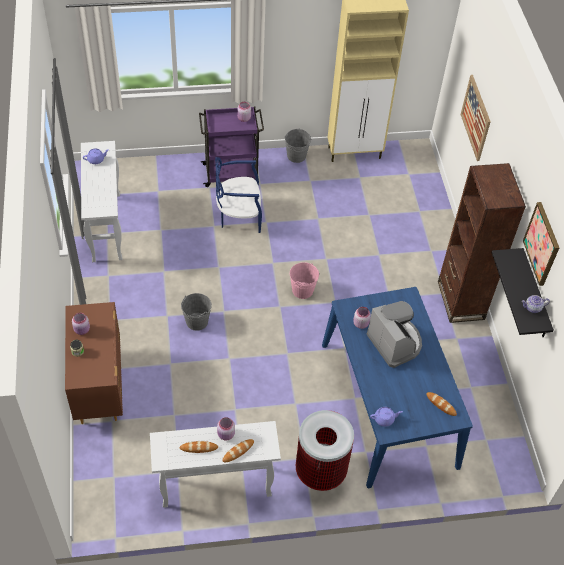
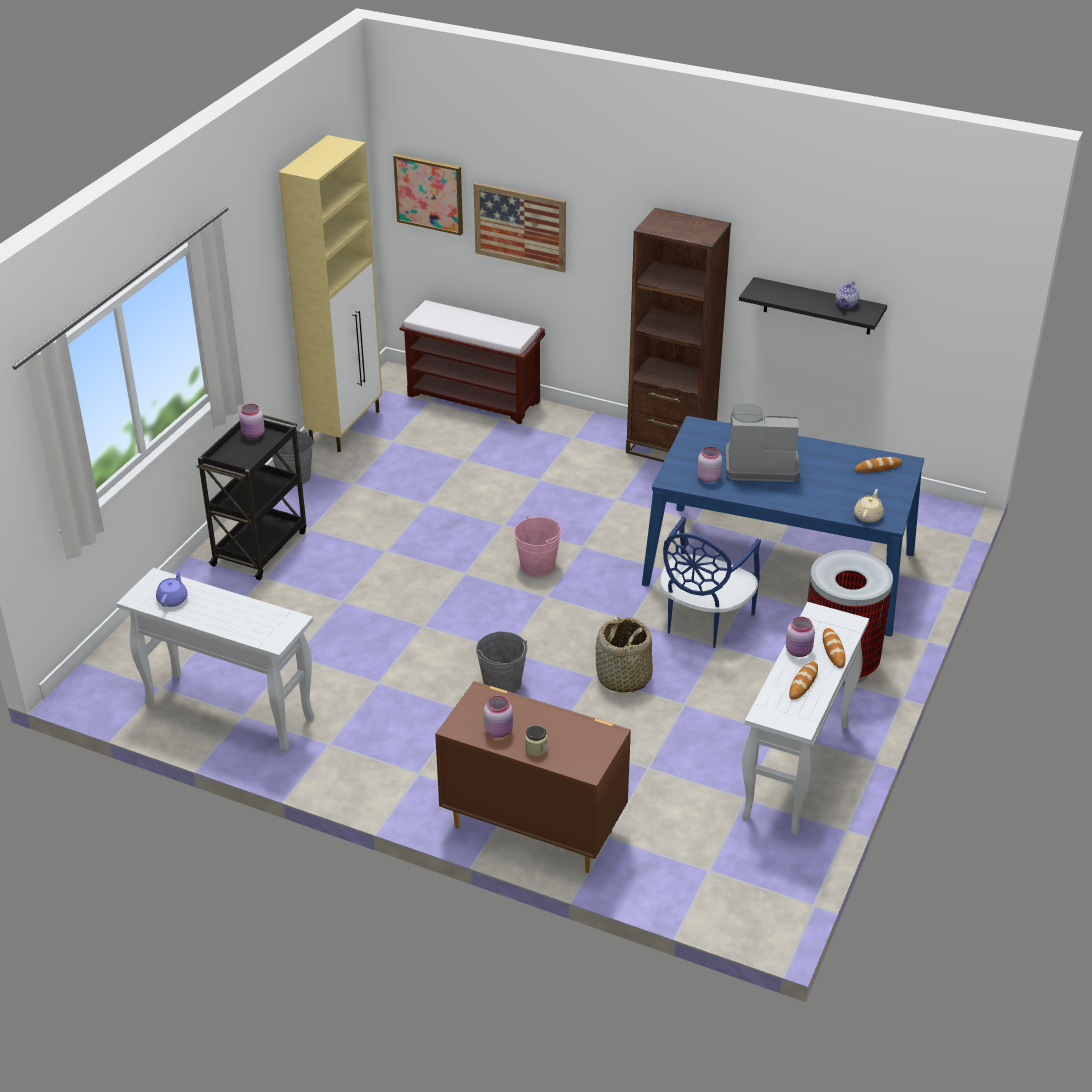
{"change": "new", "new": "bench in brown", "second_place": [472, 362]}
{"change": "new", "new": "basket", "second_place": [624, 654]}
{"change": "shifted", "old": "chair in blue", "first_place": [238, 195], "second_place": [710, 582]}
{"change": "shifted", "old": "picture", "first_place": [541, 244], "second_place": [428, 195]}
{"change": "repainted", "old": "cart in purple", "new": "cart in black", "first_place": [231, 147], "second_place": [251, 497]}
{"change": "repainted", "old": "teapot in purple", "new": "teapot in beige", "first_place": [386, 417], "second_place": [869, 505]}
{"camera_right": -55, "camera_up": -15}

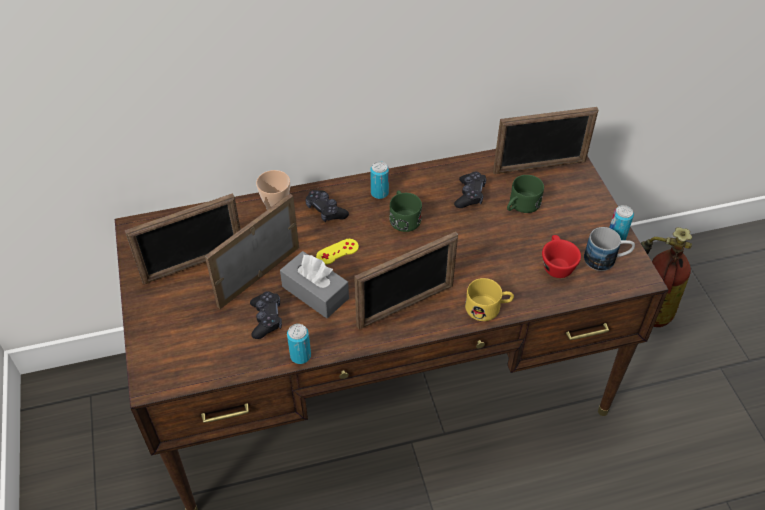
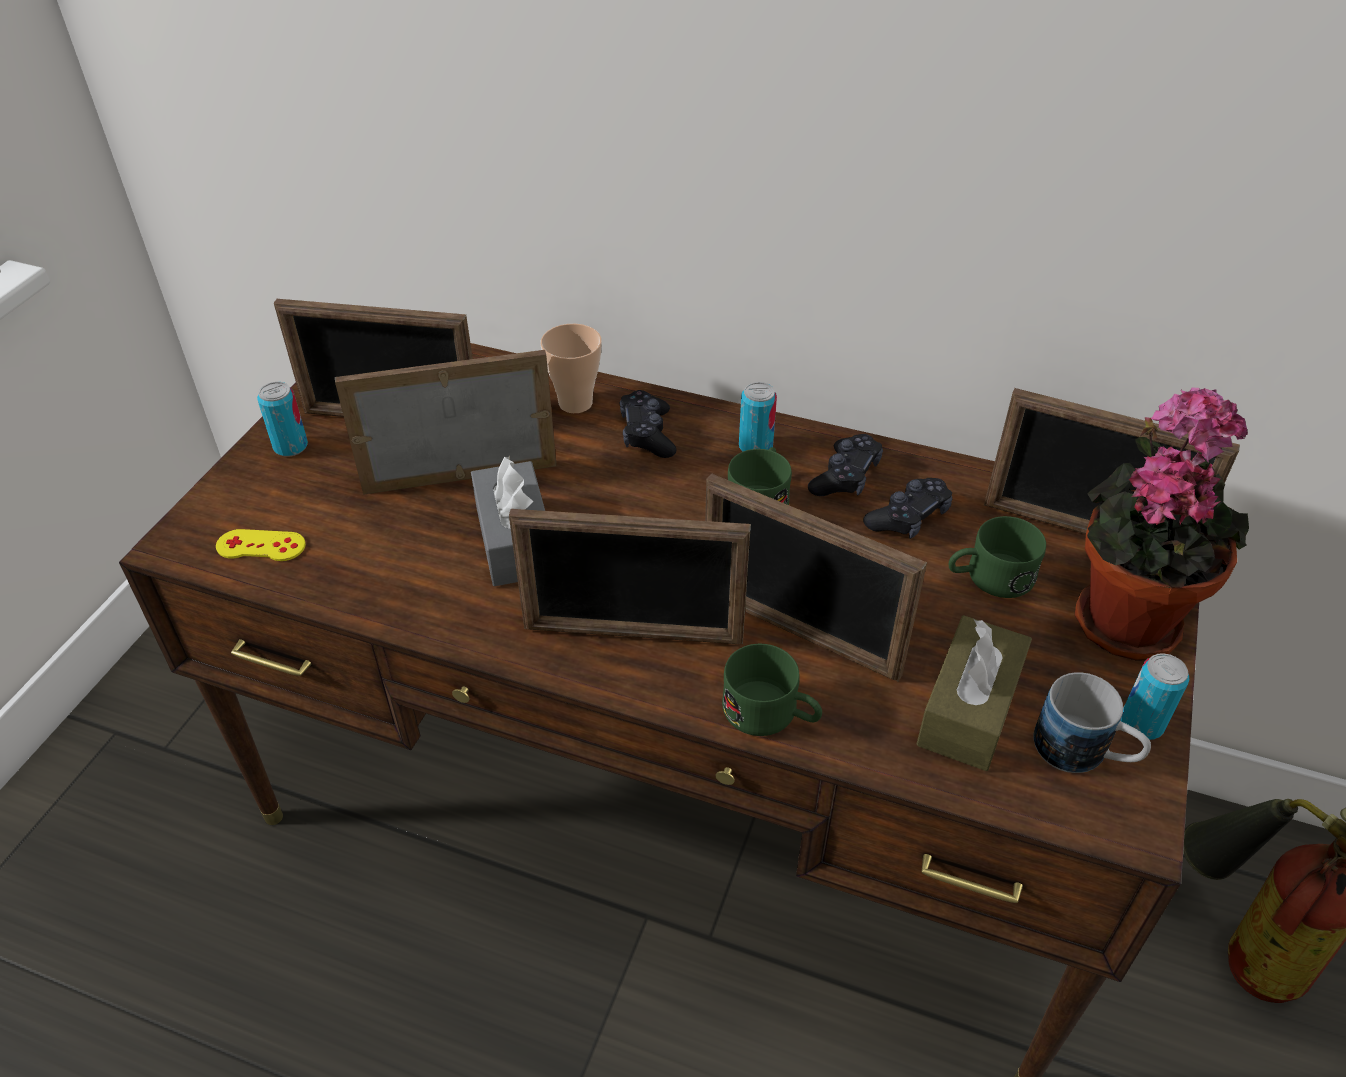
{"change": "new", "new": "picture frame", "second_place": [816, 577]}
{"change": "new", "new": "potted plant", "second_place": [1162, 524]}
{"change": "shifted", "old": "game controller in black", "first_place": [266, 315], "second_place": [845, 465]}
{"change": "shifted", "old": "can", "first_place": [299, 344], "second_place": [282, 419]}
{"change": "shifted", "old": "game controller in yellow", "first_place": [337, 252], "second_place": [261, 545]}
{"change": "swapped", "old": "cup in red", "new": "tissue box in brown", "first_place": [561, 256], "second_place": [974, 693]}
{"change": "repainted", "old": "mug in yellow", "new": "mug in green", "first_place": [489, 299], "second_place": [772, 690]}
{"camera_right": 35, "camera_up": -5}

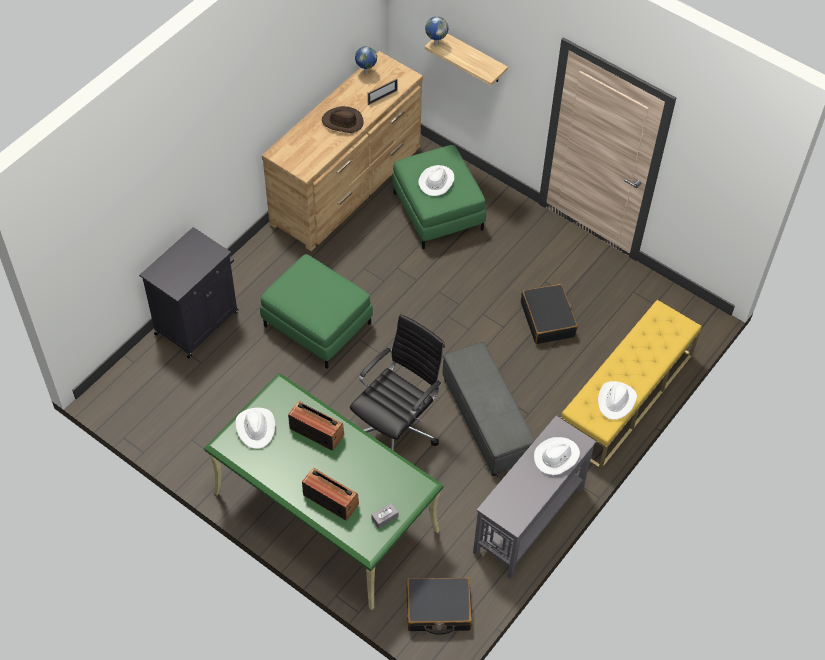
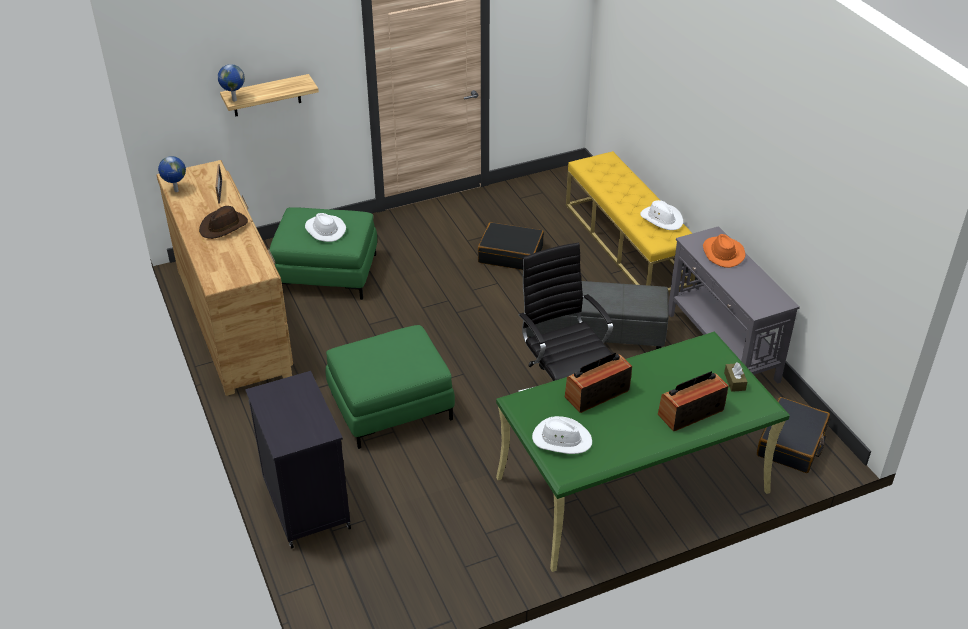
{"change": "repainted", "old": "tissue box in grey", "new": "tissue box in brown", "first_place": [385, 516], "second_place": [735, 377]}
{"change": "repainted", "old": "hat in white", "new": "hat in orange", "first_place": [557, 456], "second_place": [724, 251]}
{"camera_right": -60, "camera_up": -15}

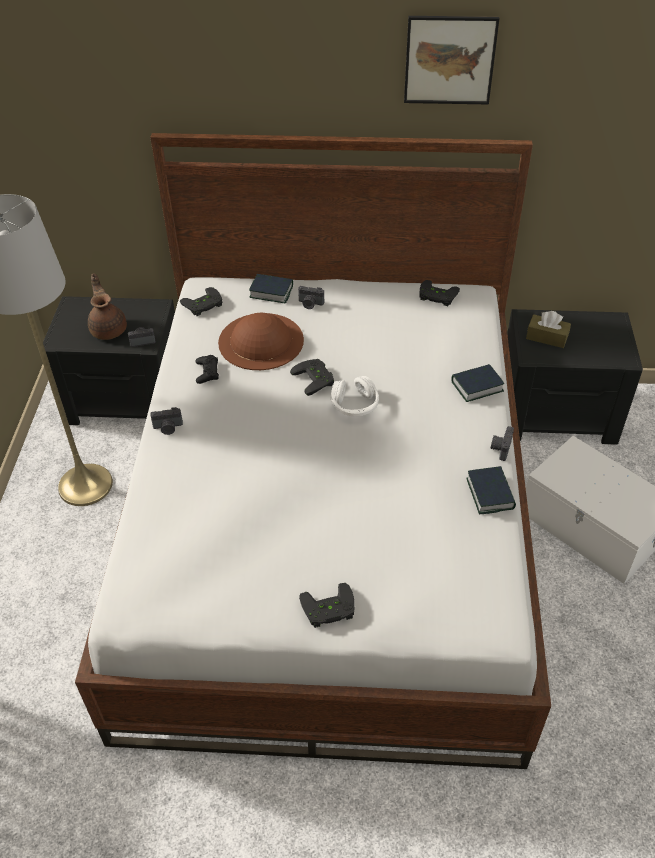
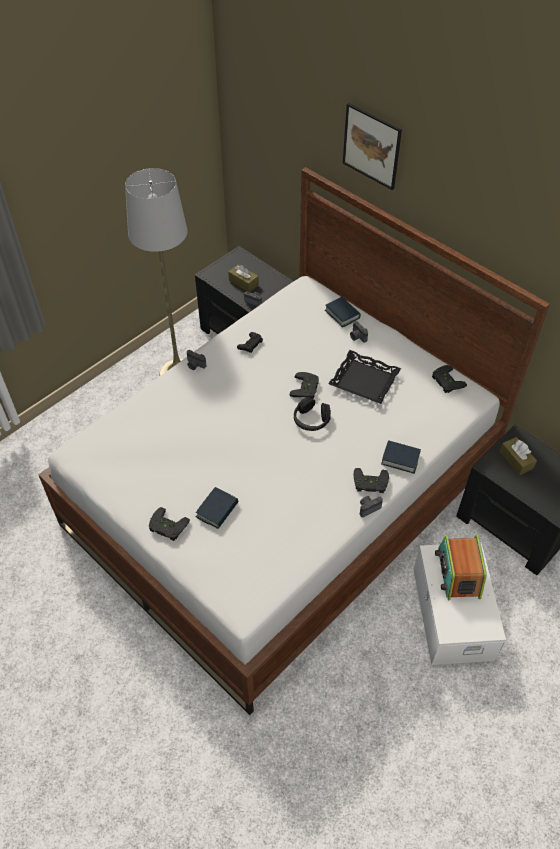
{"change": "gone", "old": "hat in brown", "first_place": [261, 341]}
{"change": "new", "new": "tray in black", "second_place": [364, 377]}
{"change": "new", "new": "radio", "second_place": [461, 567]}
{"change": "shifted", "old": "game controller in black", "first_place": [201, 301], "second_place": [371, 480]}
{"change": "shifted", "old": "picture", "first_place": [452, 60], "second_place": [372, 146]}
{"change": "shifted", "old": "book", "first_place": [491, 490], "second_place": [217, 508]}
{"change": "swapped", "old": "teapot in brown", "new": "tissue box in brown", "first_place": [107, 307], "second_place": [243, 278]}
{"change": "repainted", "old": "headphones in white", "new": "headphones in black", "first_place": [355, 396], "second_place": [312, 414]}
{"camera_right": 40, "camera_up": 5}

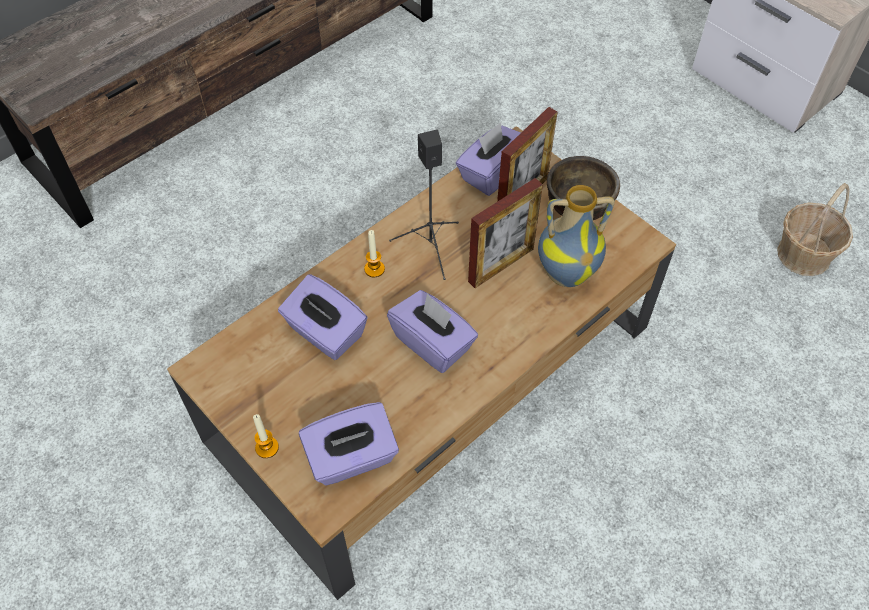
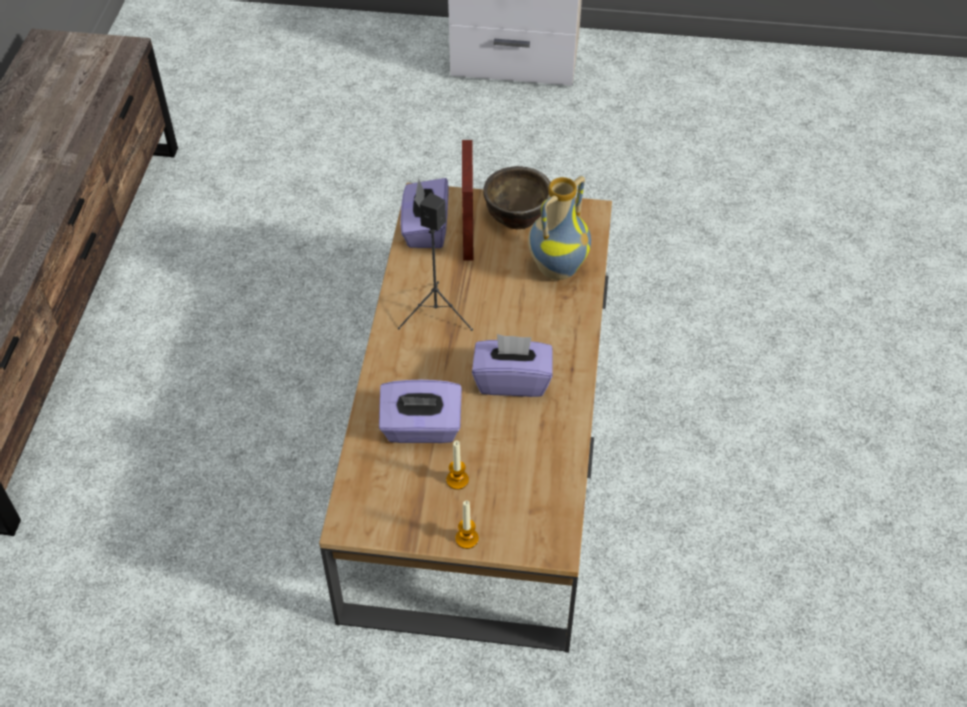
{"change": "gone", "old": "tissue box in purple", "first_place": [349, 444]}
{"change": "gone", "old": "picture frame", "first_place": [505, 233]}
{"change": "gone", "old": "basket", "first_place": [815, 229]}
{"change": "shifted", "old": "candle", "first_place": [374, 253], "second_place": [457, 465]}
{"camera_right": -40, "camera_up": -5}

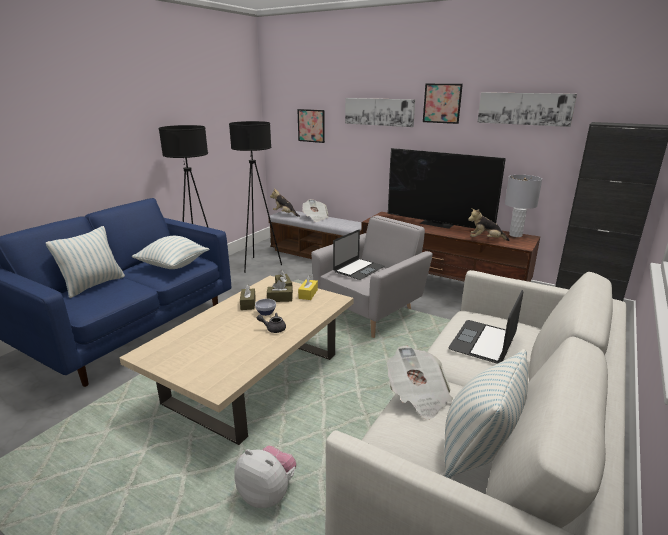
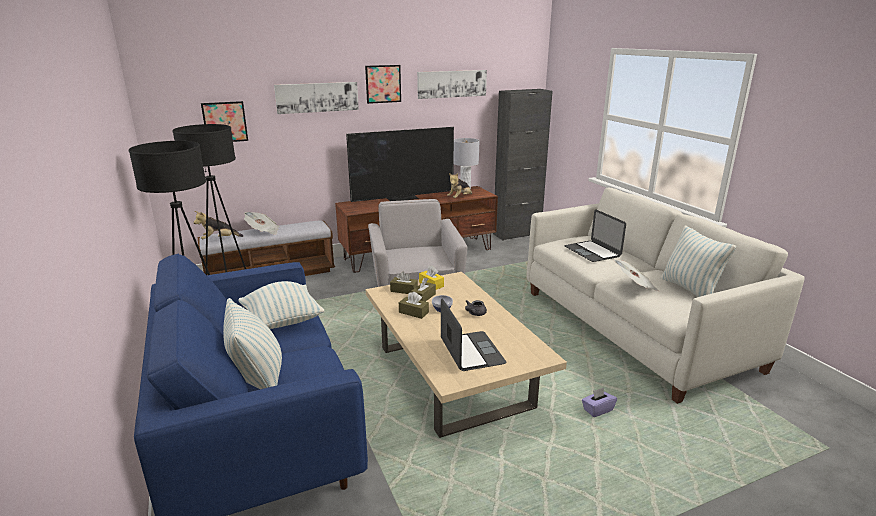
{"change": "shifted", "old": "laptop", "first_place": [358, 255], "second_place": [473, 334]}
{"change": "swapped", "old": "plush toy", "new": "tissue box in purple", "first_place": [265, 477], "second_place": [599, 402]}
{"camera_right": -55, "camera_up": 0}

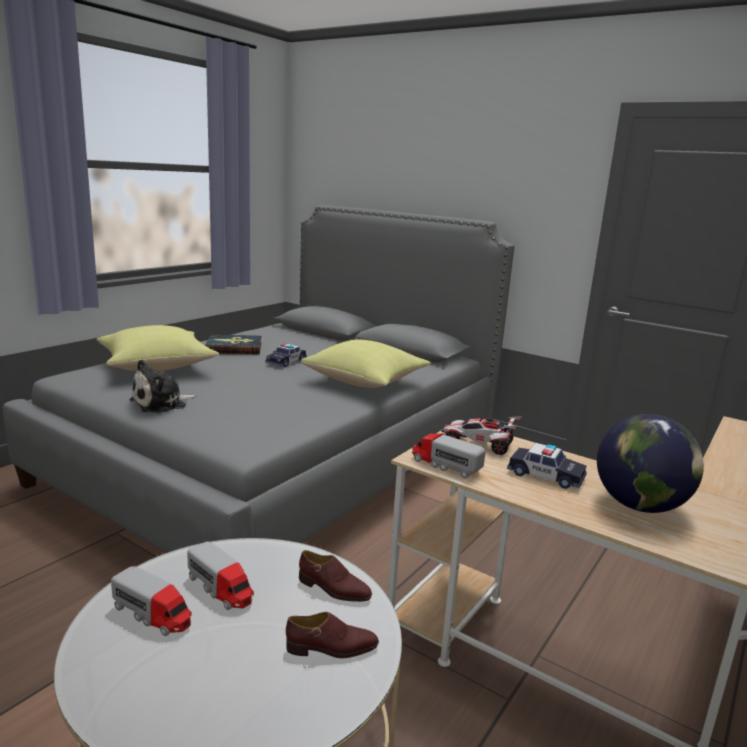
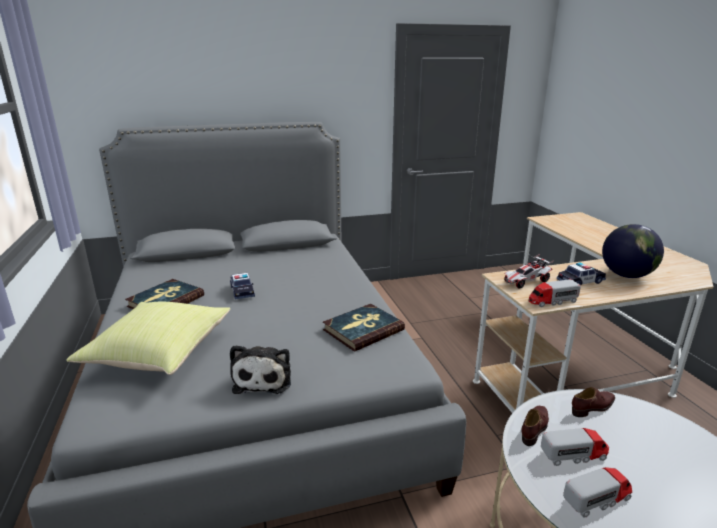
{"change": "gone", "old": "pillow in yellow", "first_place": [366, 364]}
{"change": "new", "new": "book", "second_place": [364, 328]}
{"change": "shifted", "old": "shoe in brown", "first_place": [332, 635], "second_place": [535, 426]}
{"camera_right": -50, "camera_up": 5}

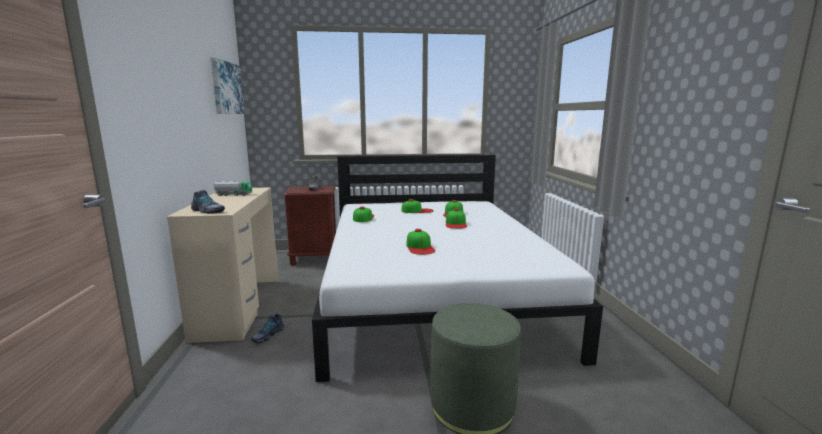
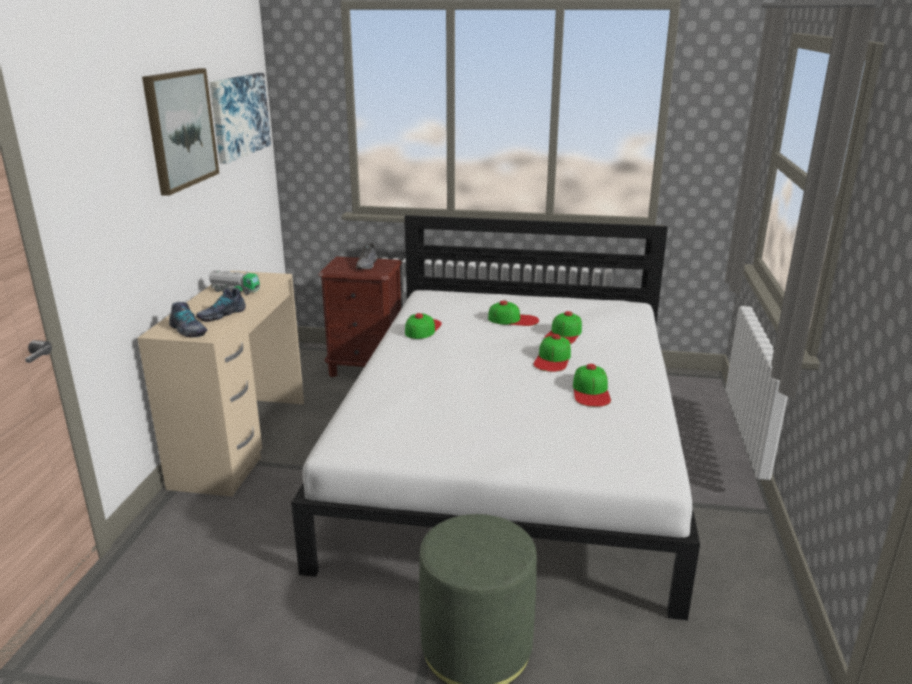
{"change": "new", "new": "picture", "second_place": [180, 132]}
{"change": "shifted", "old": "shoe", "first_place": [267, 329], "second_place": [221, 305]}
{"change": "shifted", "old": "cap", "first_place": [420, 242], "second_place": [592, 385]}
{"camera_right": 15, "camera_up": 10}

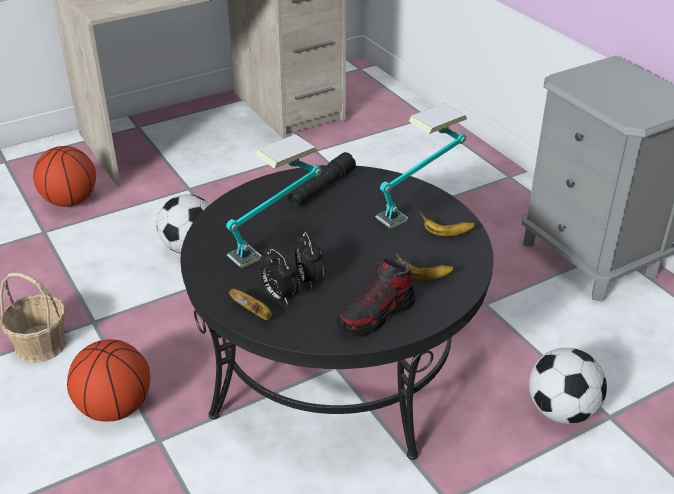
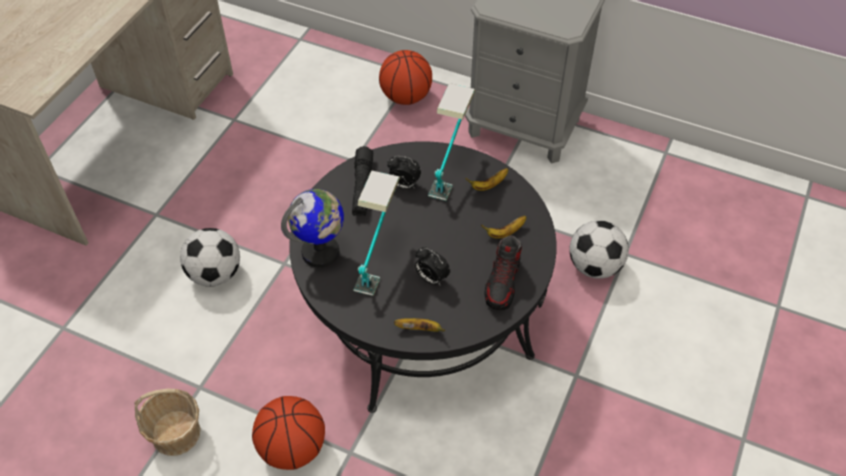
{"change": "new", "new": "globe", "second_place": [312, 228]}
{"change": "shifted", "old": "basketball", "first_place": [64, 176], "second_place": [405, 77]}
{"change": "shifted", "old": "alarm clock", "first_place": [280, 276], "second_place": [404, 172]}
{"camera_right": -35, "camera_up": 15}

